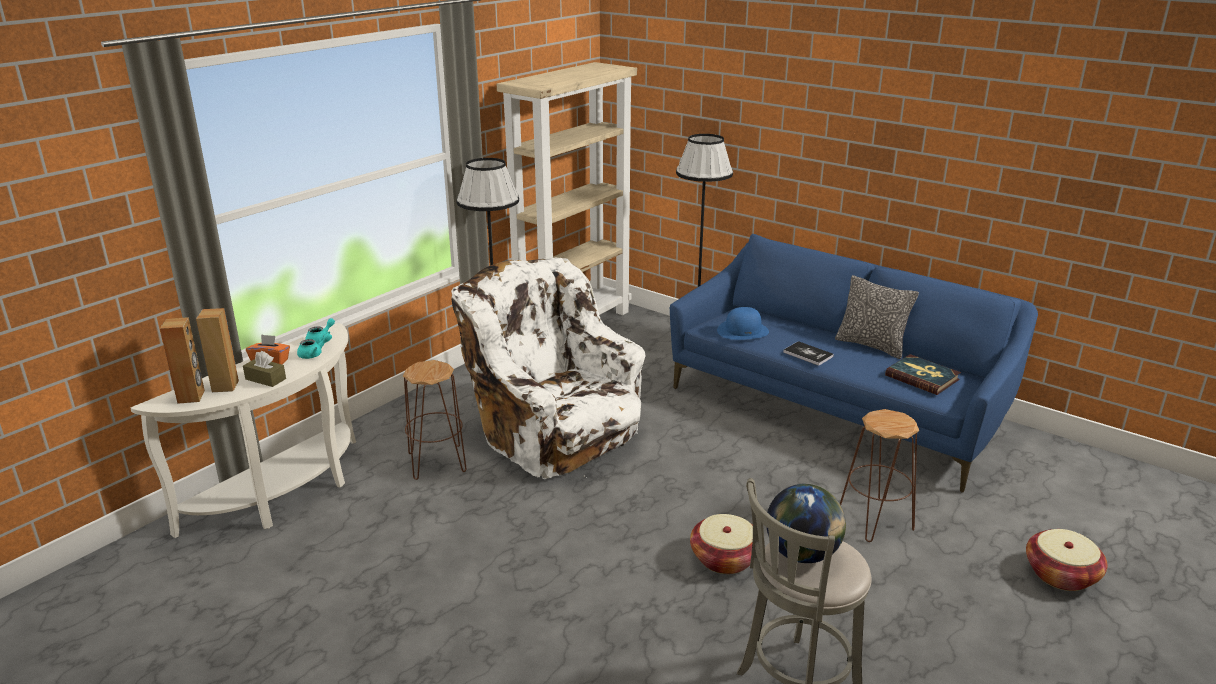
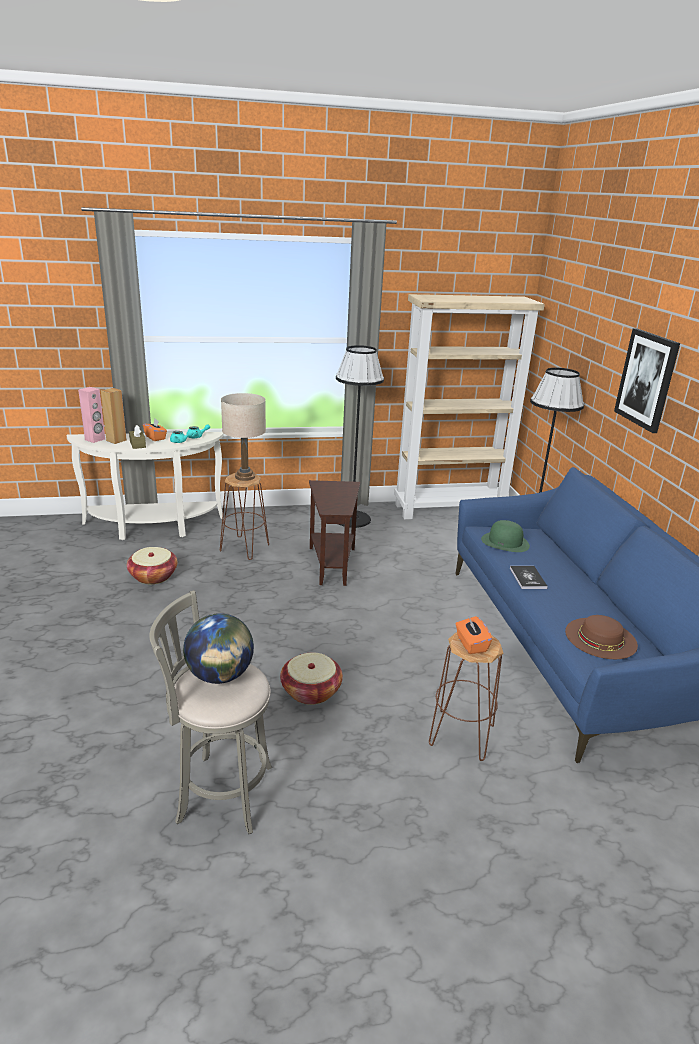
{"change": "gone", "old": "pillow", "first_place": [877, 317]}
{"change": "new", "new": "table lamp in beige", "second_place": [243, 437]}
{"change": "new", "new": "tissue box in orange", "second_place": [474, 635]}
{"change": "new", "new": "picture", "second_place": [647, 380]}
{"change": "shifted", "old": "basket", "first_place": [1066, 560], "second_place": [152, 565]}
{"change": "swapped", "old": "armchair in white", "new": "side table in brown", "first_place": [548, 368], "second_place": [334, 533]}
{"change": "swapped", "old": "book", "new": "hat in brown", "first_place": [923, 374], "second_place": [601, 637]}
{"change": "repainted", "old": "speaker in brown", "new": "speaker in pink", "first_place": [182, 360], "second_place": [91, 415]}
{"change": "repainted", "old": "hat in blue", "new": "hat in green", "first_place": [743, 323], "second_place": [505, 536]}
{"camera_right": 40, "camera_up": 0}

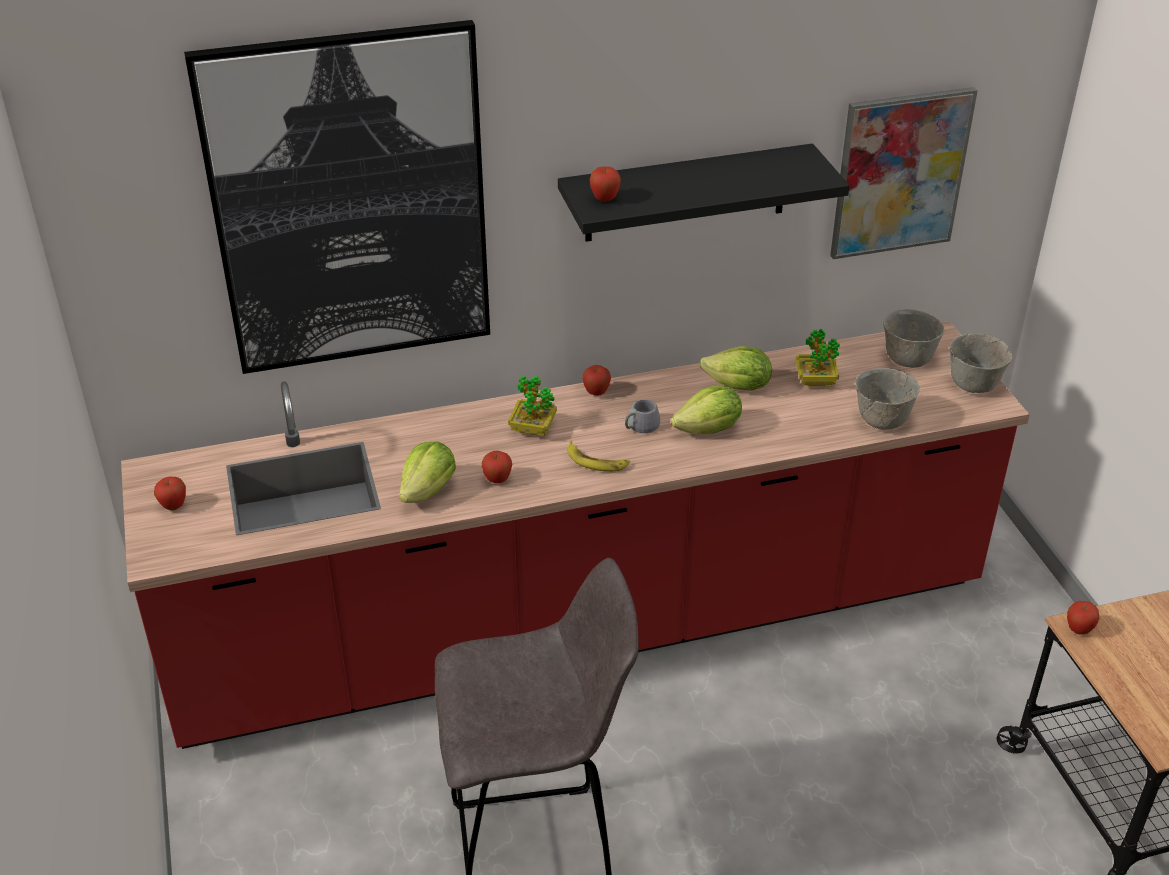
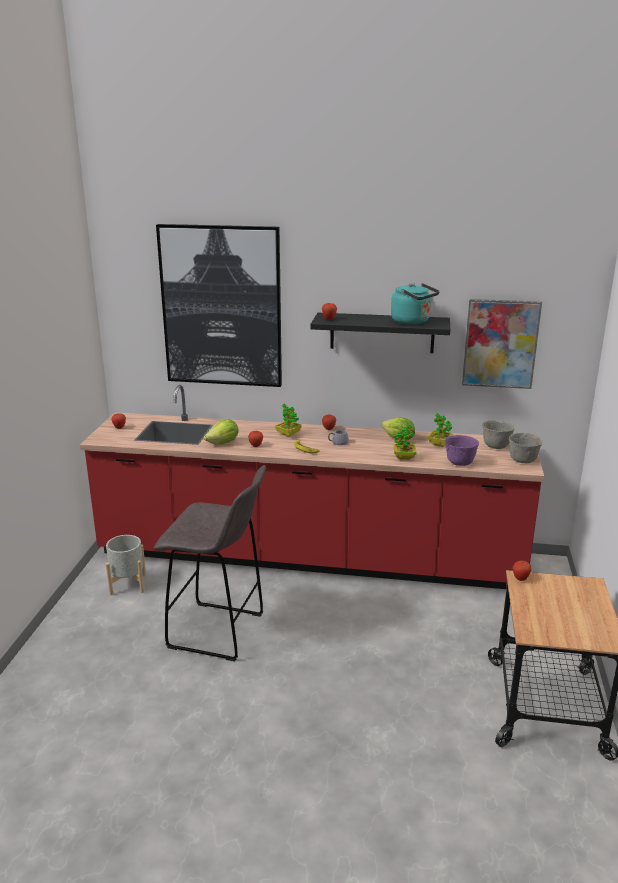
{"change": "gone", "old": "lettuce", "first_place": [706, 409]}
{"change": "new", "new": "planter in grey", "second_place": [126, 565]}
{"change": "new", "new": "kettle in turquoise", "second_place": [415, 304]}
{"change": "new", "new": "potted plant", "second_place": [405, 442]}
{"change": "repainted", "old": "bowl in grey", "new": "bowl in purple", "first_place": [887, 399], "second_place": [462, 450]}
{"camera_right": 25, "camera_up": -15}

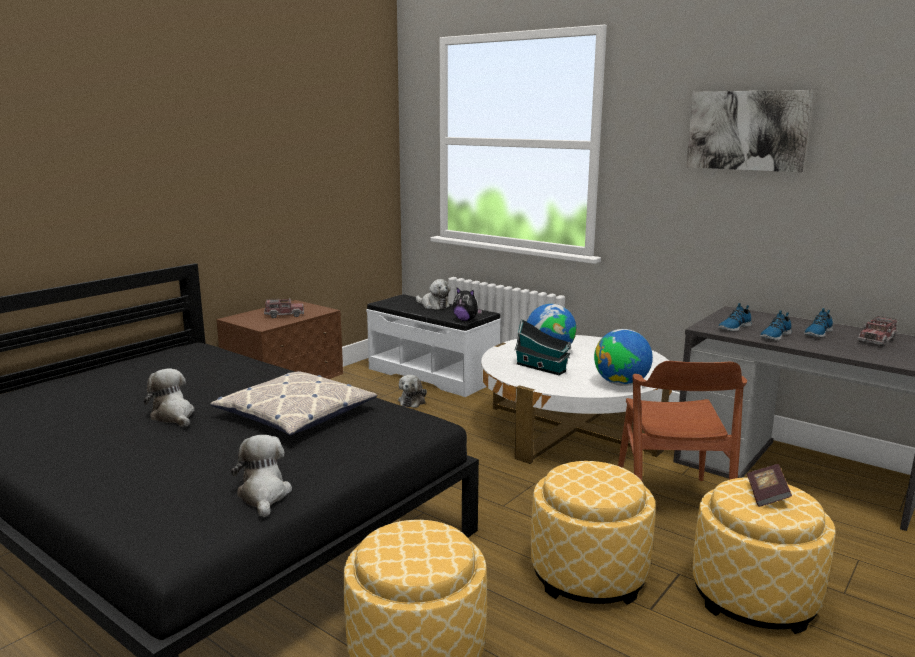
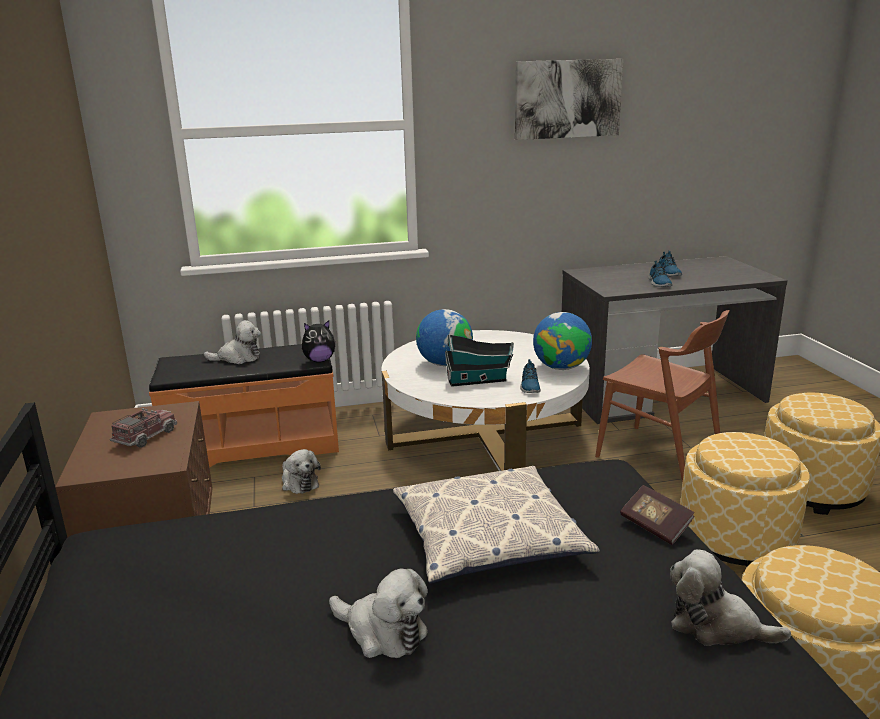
{"change": "gone", "old": "toy truck", "first_place": [877, 331]}
{"change": "shifted", "old": "shoe", "first_place": [735, 317], "second_place": [530, 376]}
{"change": "shifted", "old": "book", "first_place": [769, 485], "second_place": [657, 515]}
{"change": "repainted", "old": "bench in white", "new": "bench in orange", "first_place": [433, 345], "second_place": [244, 406]}
{"change": "rotated", "old": "plush toy", "first_place": [169, 397], "second_place": [378, 613], "degrees": -150}
{"camera_right": -50, "camera_up": 5}

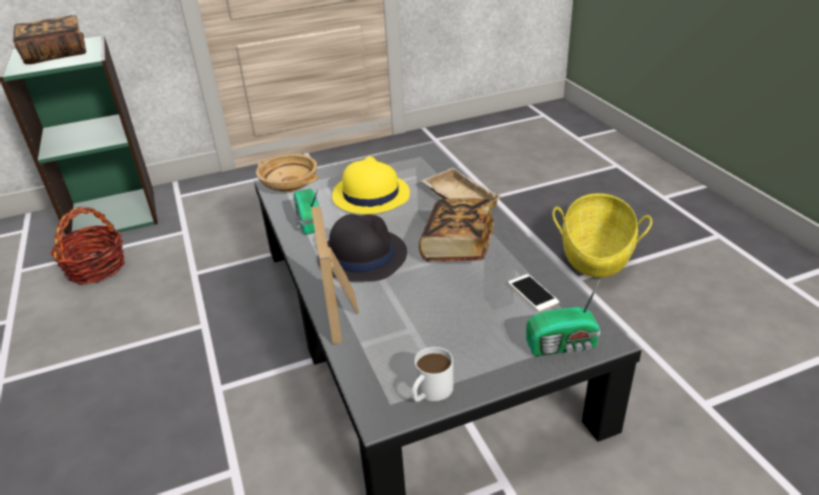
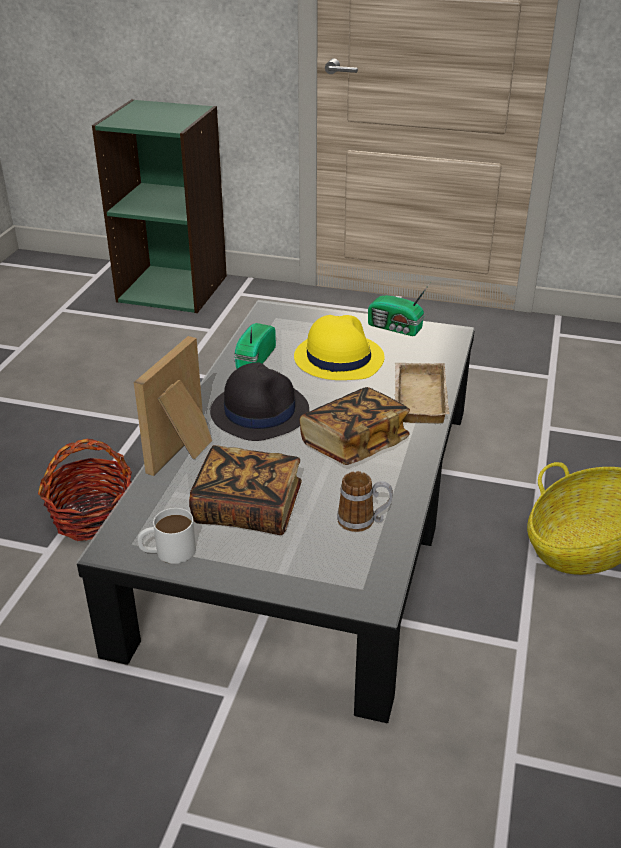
{"change": "gone", "old": "bowl in beige", "first_place": [287, 173]}
{"change": "shifted", "old": "book", "first_place": [49, 39], "second_place": [245, 490]}
{"change": "shifted", "old": "basket", "first_place": [87, 245], "second_place": [85, 490]}
{"change": "shifted", "old": "radio", "first_place": [563, 318], "second_place": [399, 309]}
{"change": "swapped", "old": "phone", "new": "mug", "first_place": [533, 292], "second_place": [365, 501]}
{"camera_right": 35, "camera_up": 0}

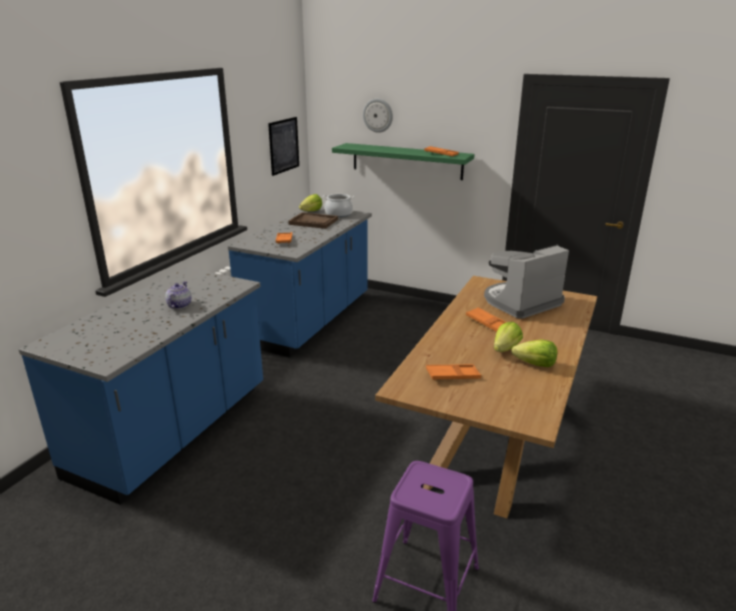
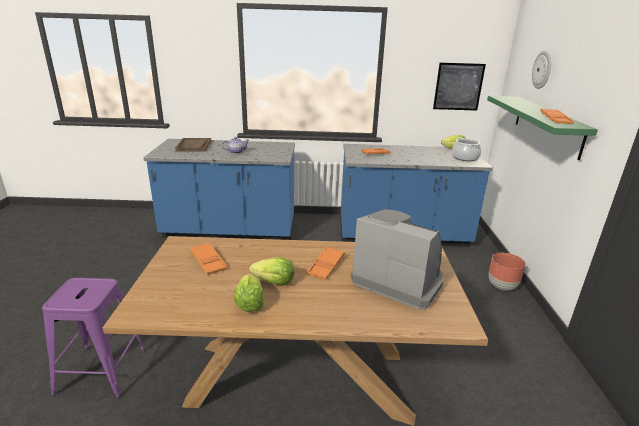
{"change": "new", "new": "planter in brown", "second_place": [507, 272]}
{"change": "shifted", "old": "tray in brown", "first_place": [313, 220], "second_place": [193, 145]}
{"camera_right": 65, "camera_up": 0}

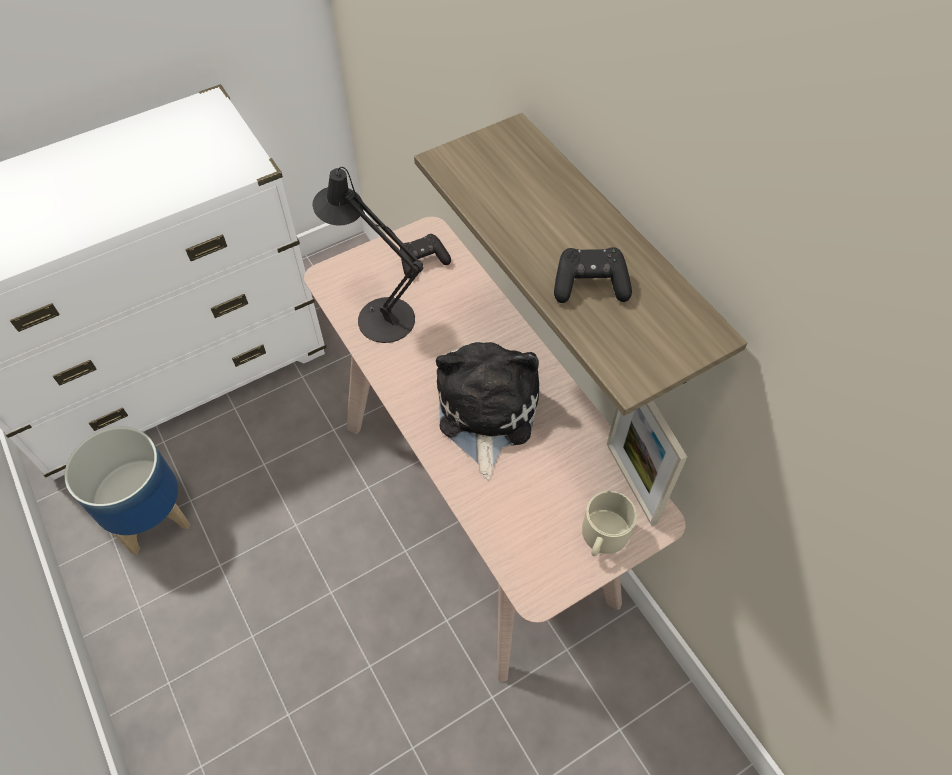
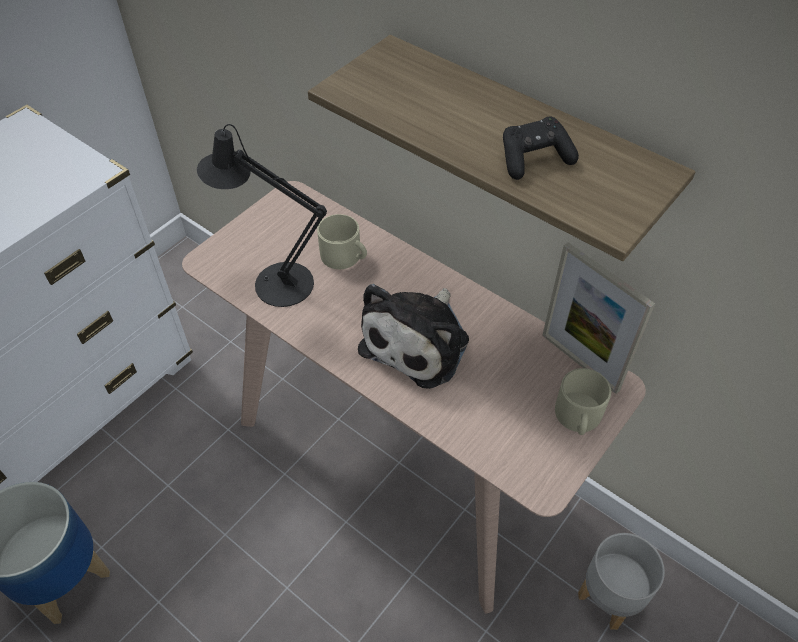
{"change": "gone", "old": "game controller in black", "first_place": [425, 256]}
{"change": "new", "new": "mug in beige", "second_place": [342, 241]}
{"change": "new", "new": "planter in grey", "second_place": [621, 581]}
{"change": "rotated", "old": "plush toy", "first_place": [487, 410], "second_place": [413, 336], "degrees": -135}
{"camera_right": -20, "camera_up": -5}

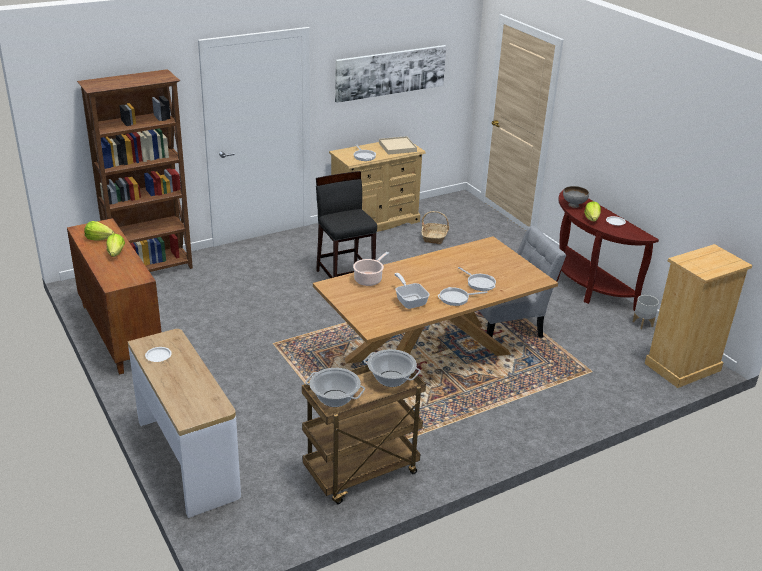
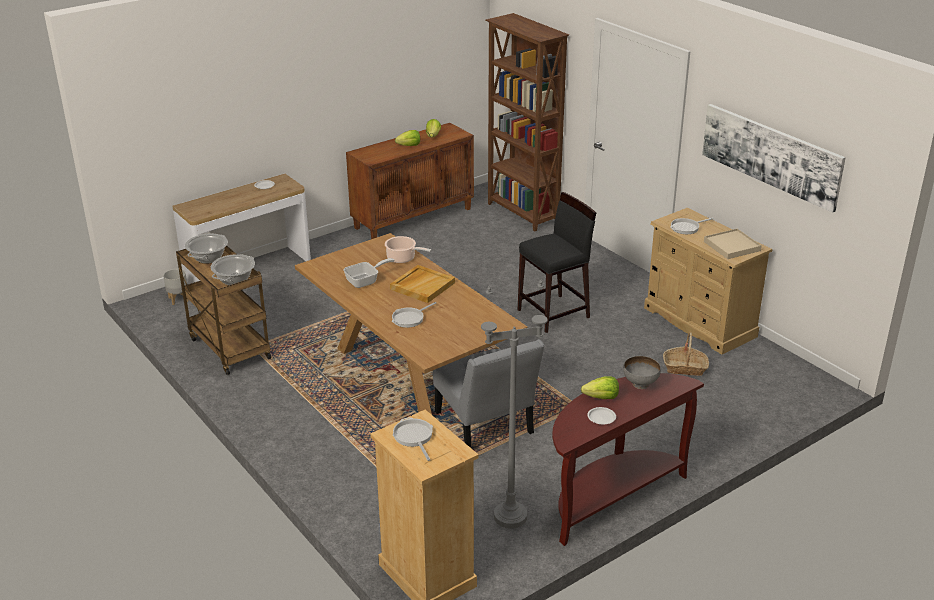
{"change": "new", "new": "tray in beige", "second_place": [422, 284]}
{"change": "new", "new": "floor lamp in grey", "second_place": [514, 404]}
{"change": "shifted", "old": "frying pan", "first_place": [463, 296], "second_place": [413, 439]}
{"change": "shifted", "old": "planter in grey", "first_place": [646, 312], "second_place": [176, 287]}
{"camera_right": 85, "camera_up": 0}

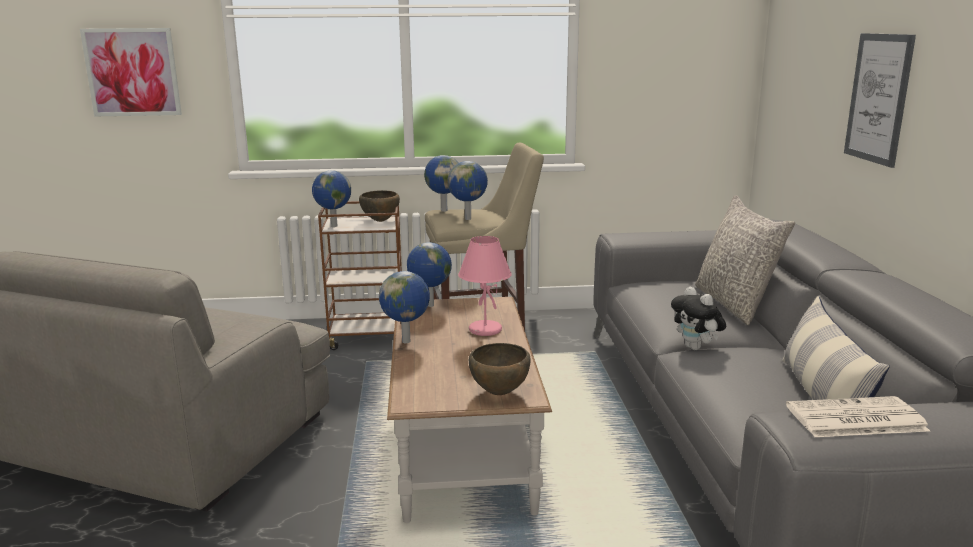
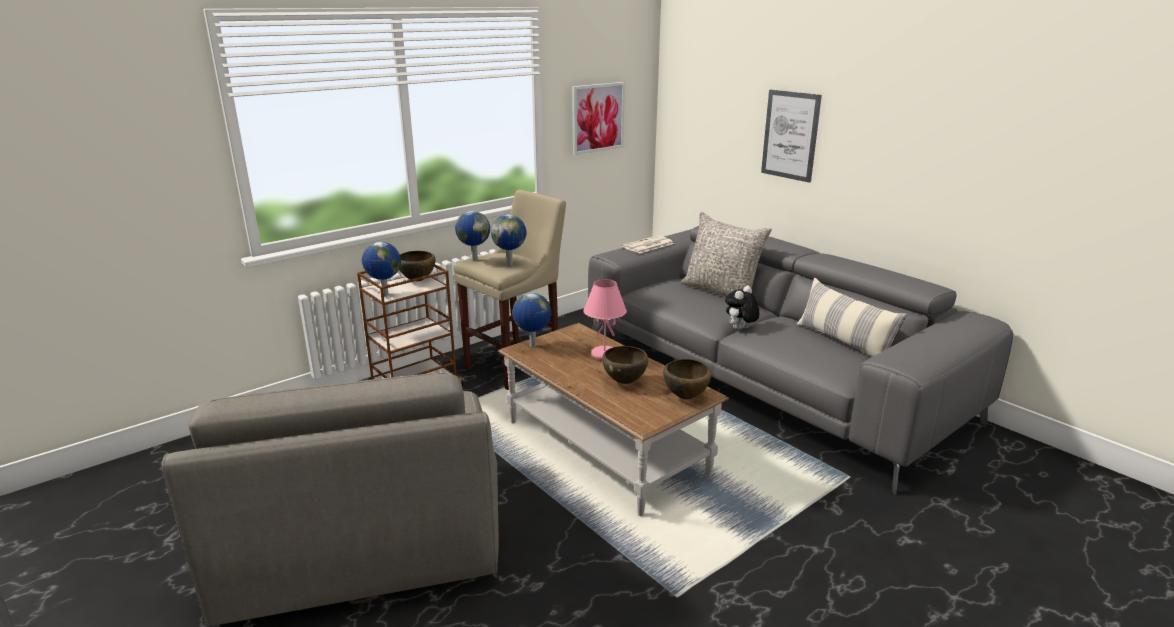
{"change": "gone", "old": "globe", "first_place": [404, 307]}
{"change": "new", "new": "bowl in brown", "second_place": [625, 365]}
{"change": "shifted", "old": "picture", "first_place": [131, 72], "second_place": [598, 118]}
{"change": "shifted", "old": "newspaper", "first_place": [858, 416], "second_place": [648, 244]}
{"change": "rotated", "old": "plush toy", "first_place": [698, 318], "second_place": [742, 308], "degrees": 105}
{"camera_right": -35, "camera_up": 5}

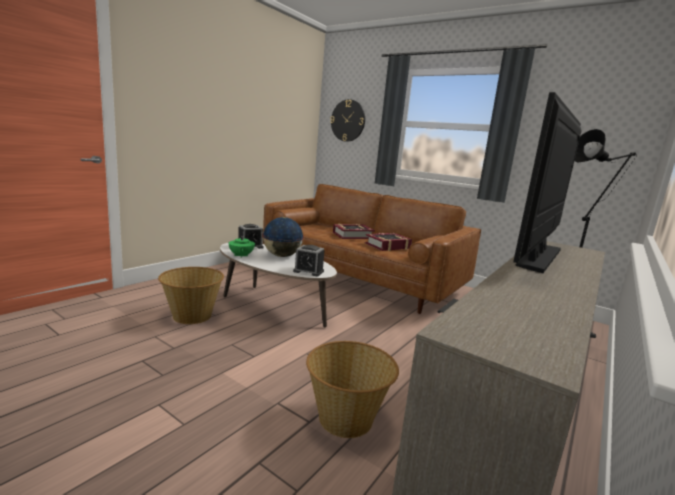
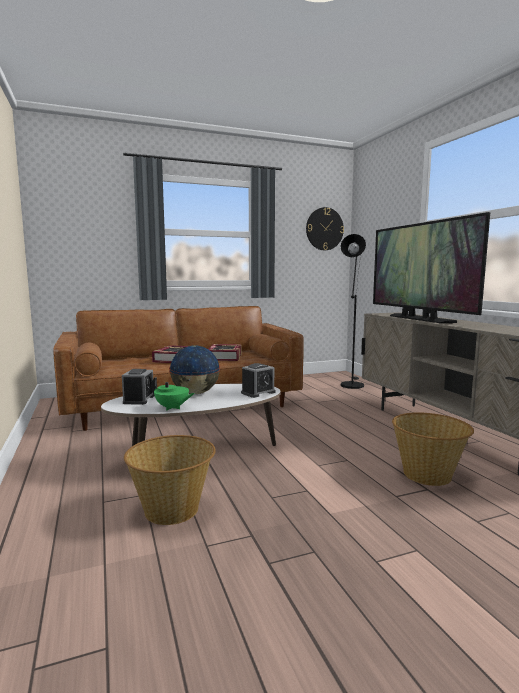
{"change": "shifted", "old": "wall clock", "first_place": [347, 120], "second_place": [325, 228]}
{"camera_right": -55, "camera_up": -5}

